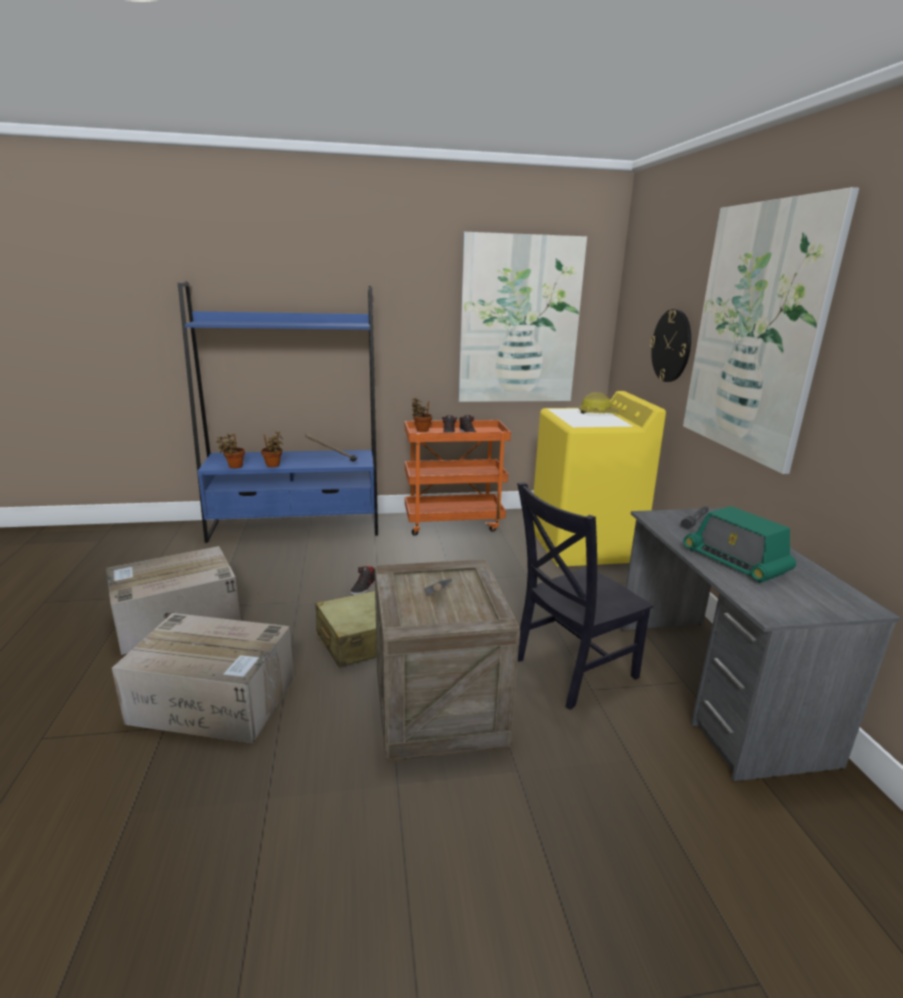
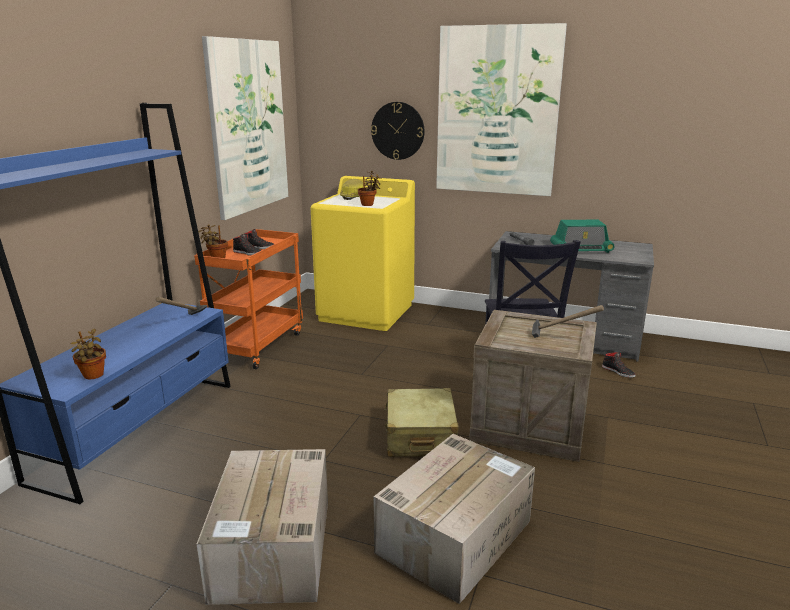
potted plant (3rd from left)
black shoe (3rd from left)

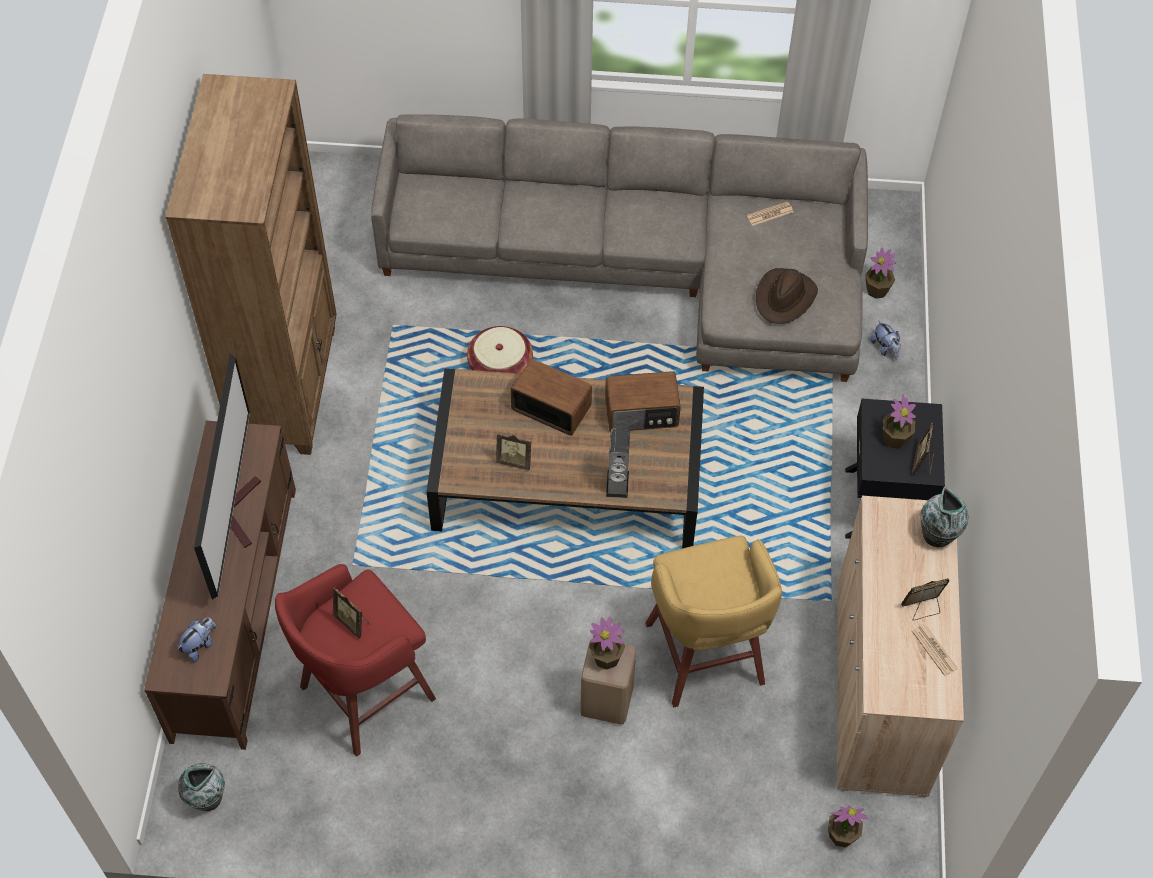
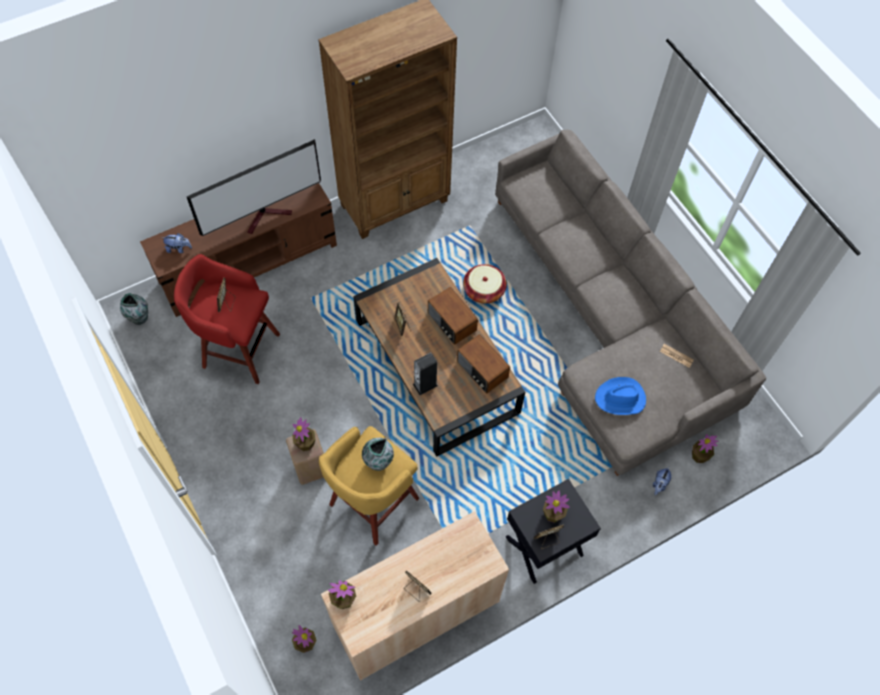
newspaper (2nd from left in the first image)
potted plant (3rd from left)
vase (2nd from left)
blue hat
radio (1st from left)

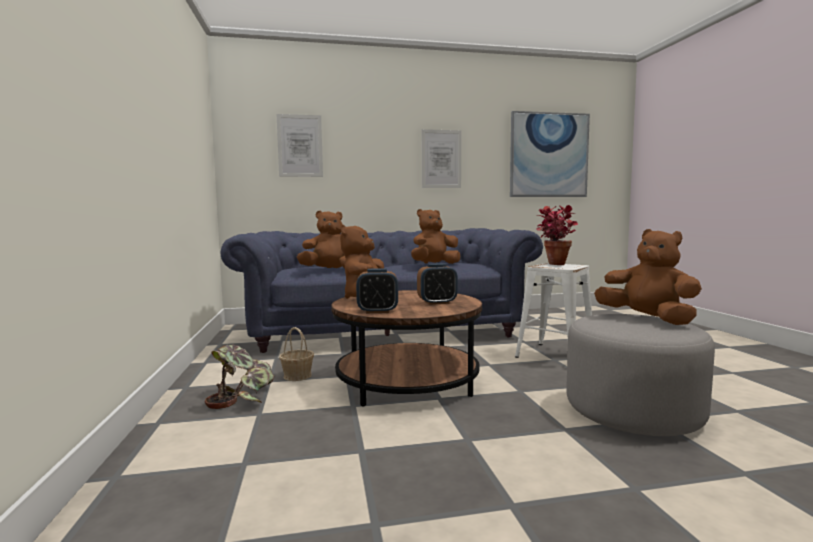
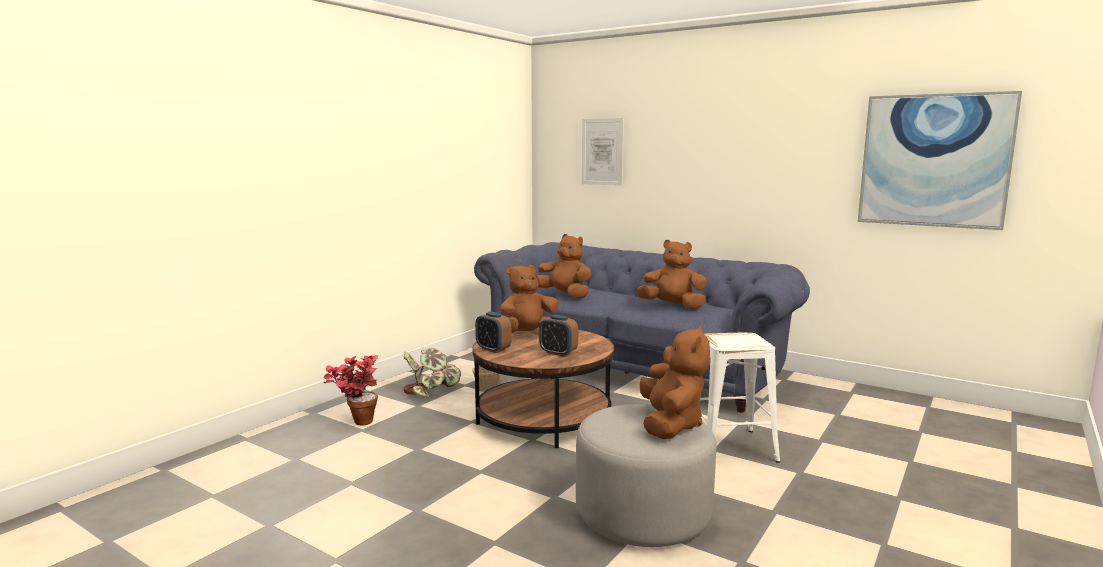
picture (2nd from left in the first image)
potted plant (1st from left)

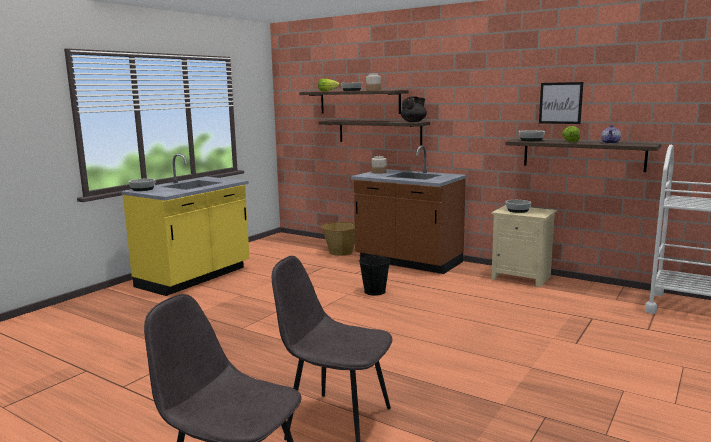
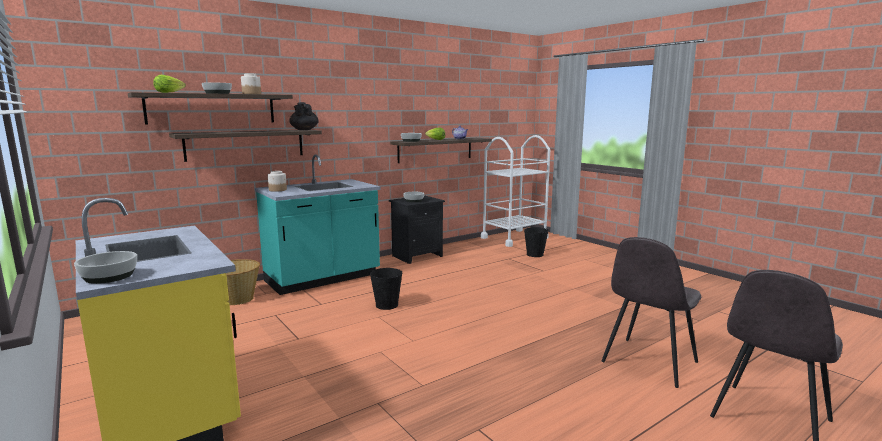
picture
black bucket (2nd from left)
turquoise counter
black nightstand

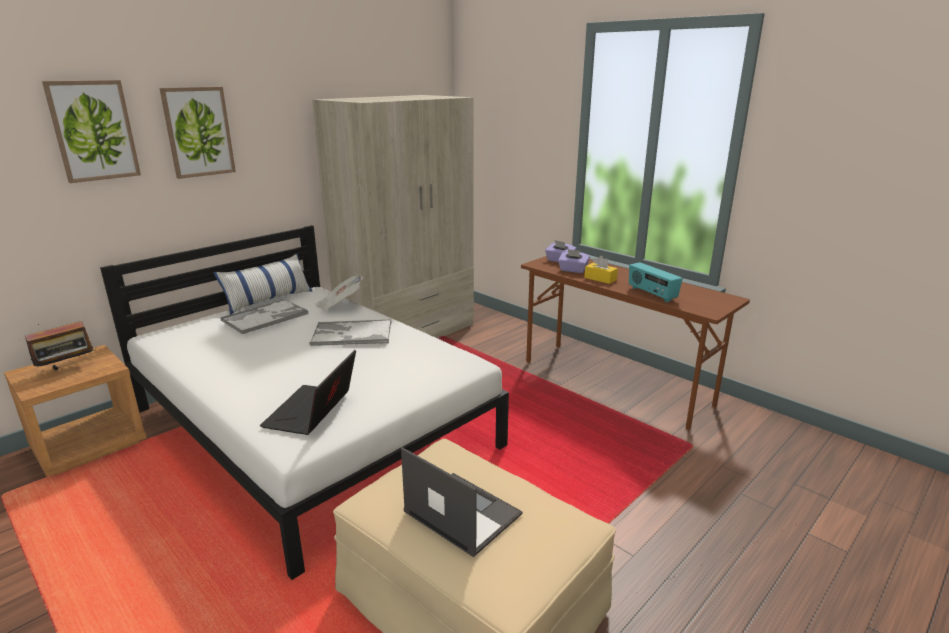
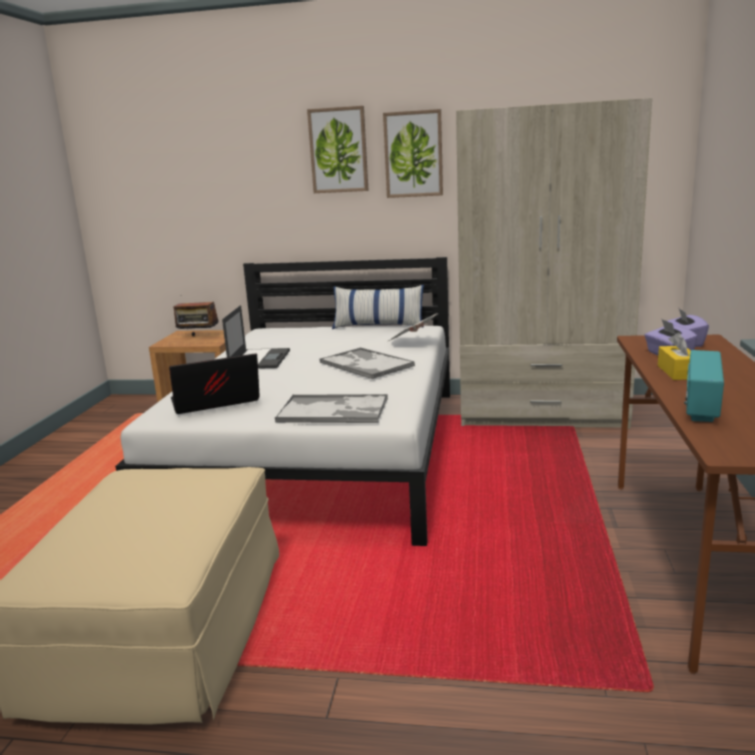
picture (2nd from left)
tray (1st from left)
laptop (2nd from left)

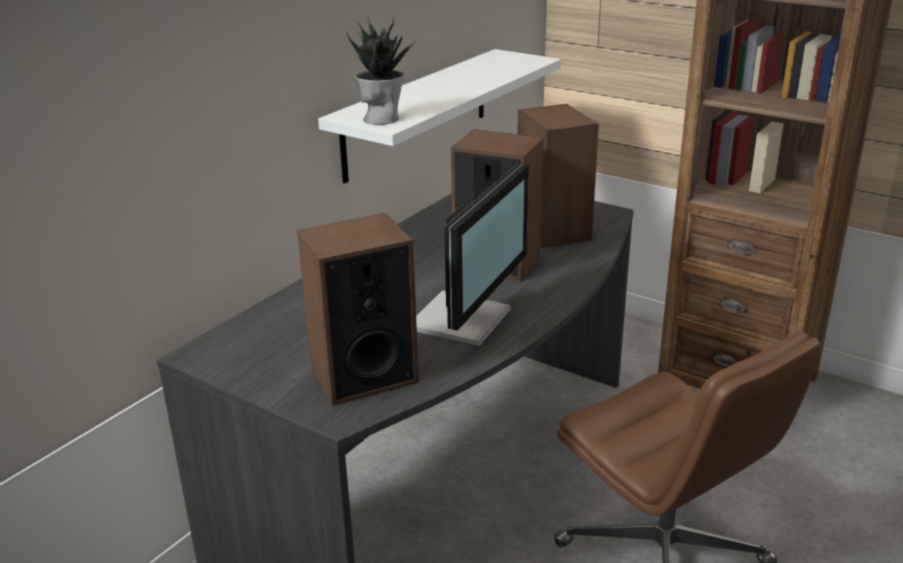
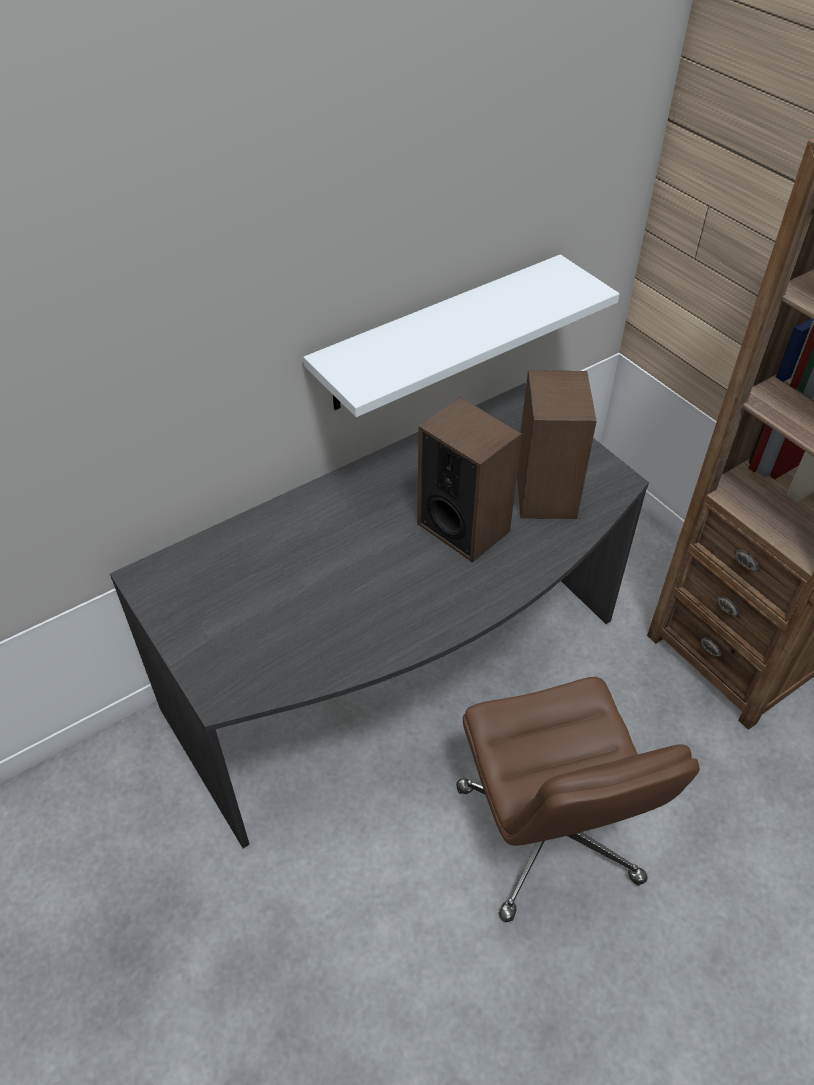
speaker (1st from left in the first image)
potted plant
monitor

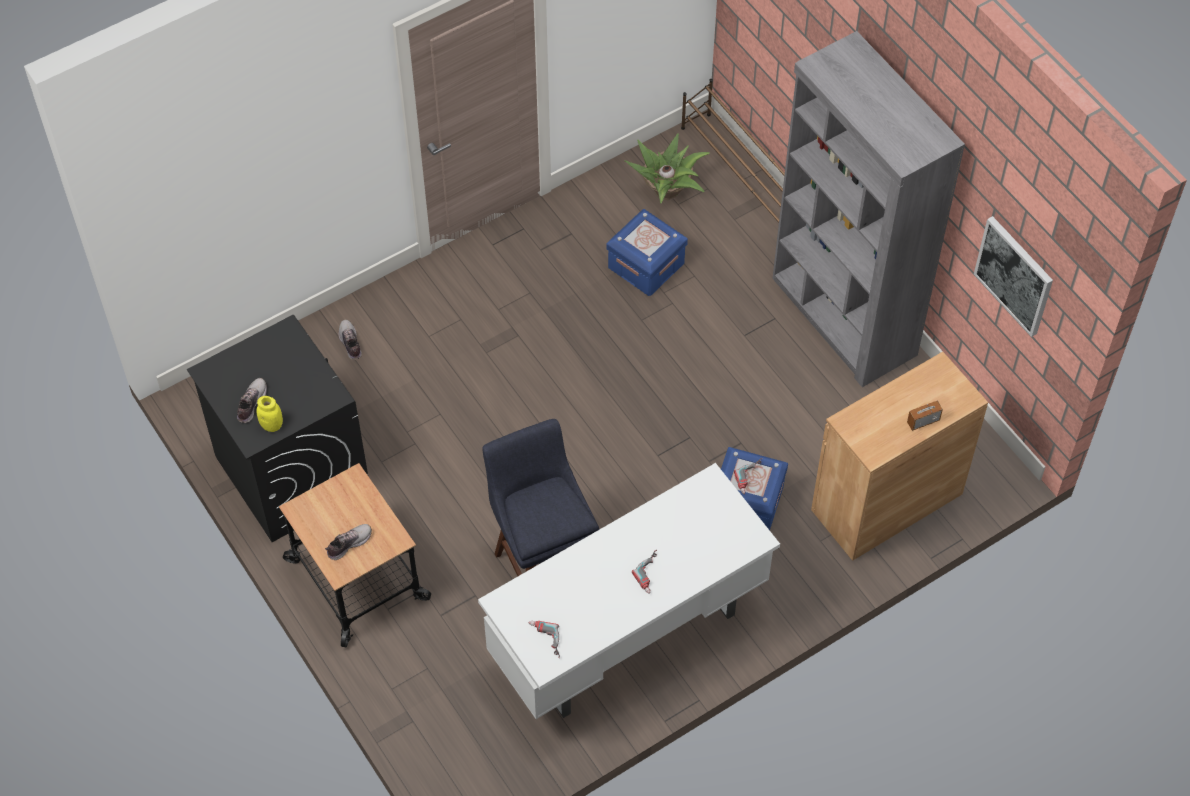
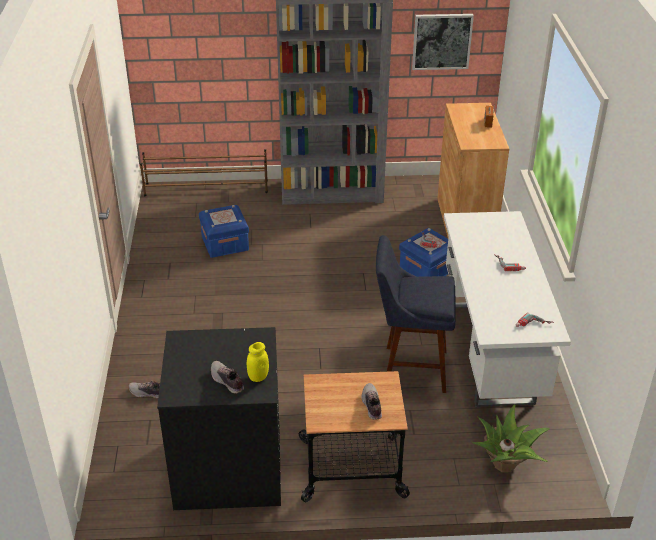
potted plant

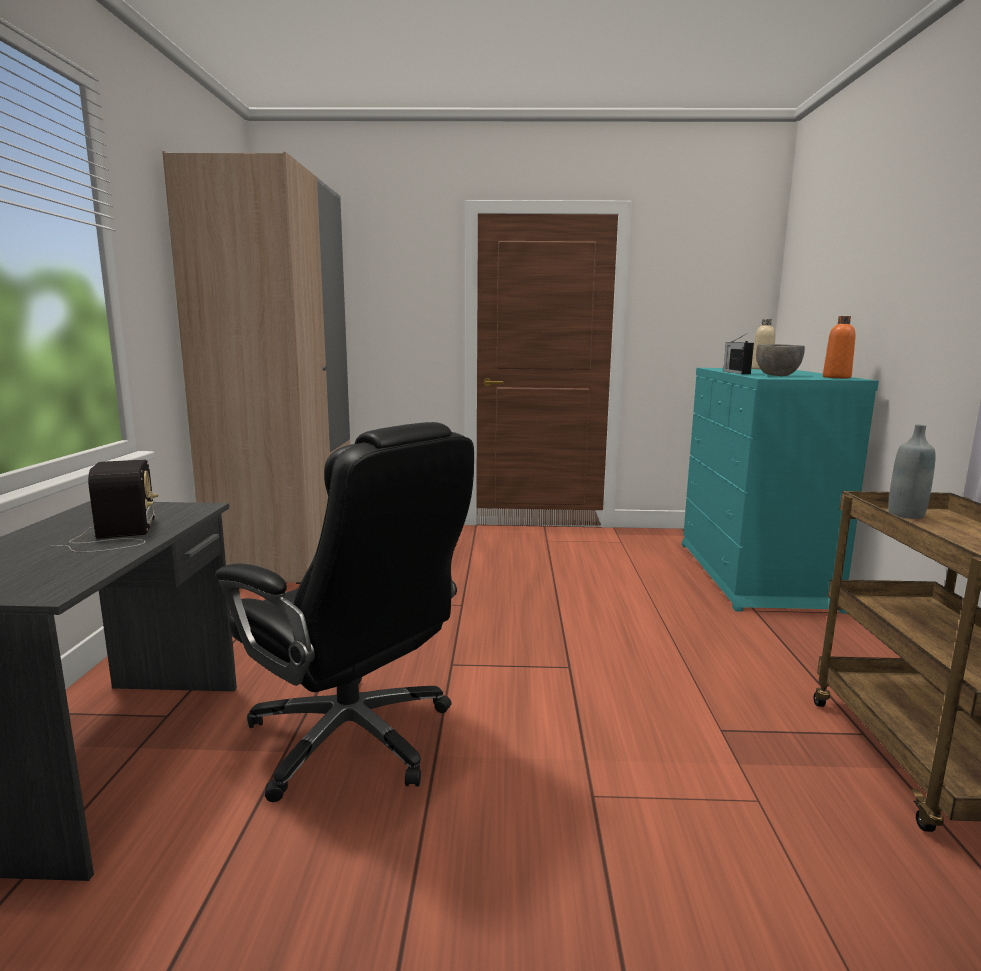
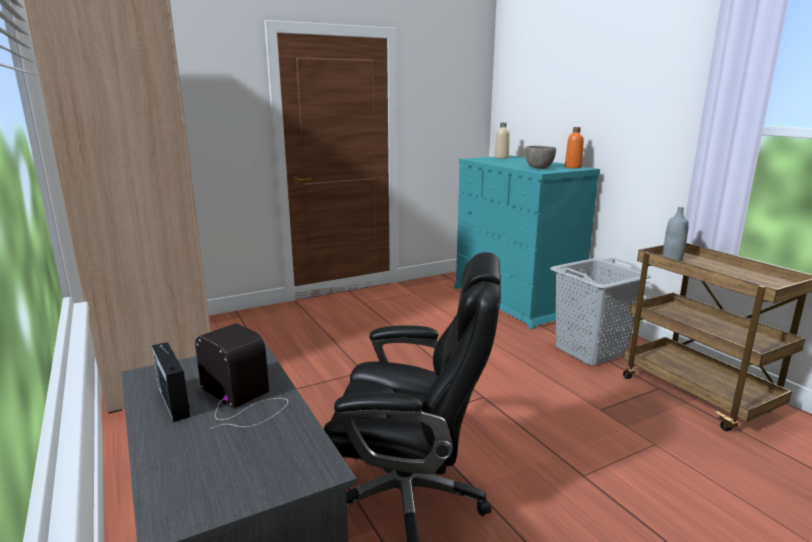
grey laundry basket
radio (1st from left)

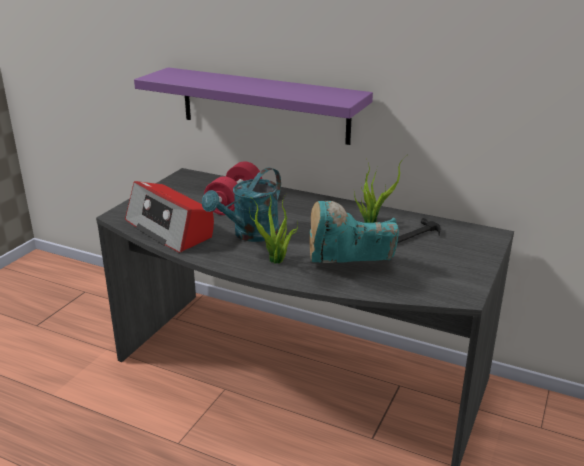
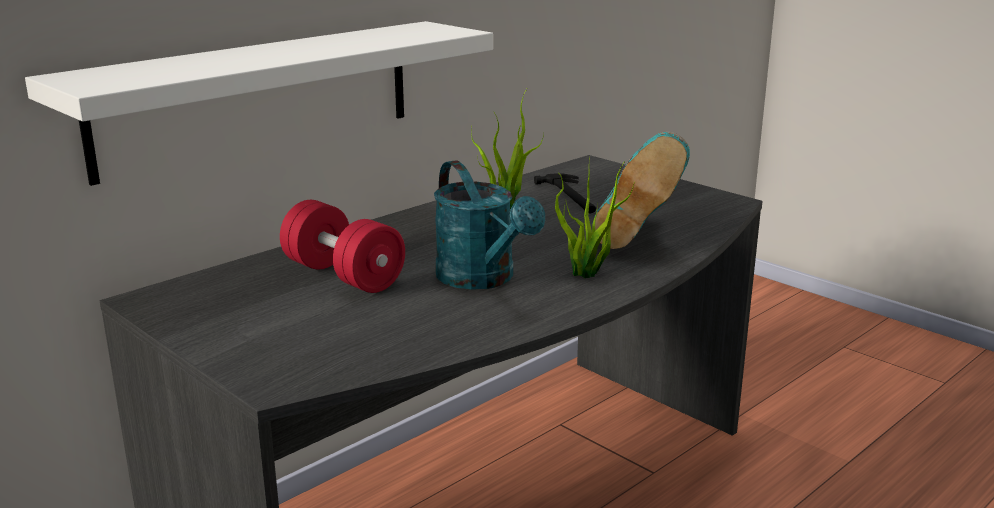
radio
white shelf

